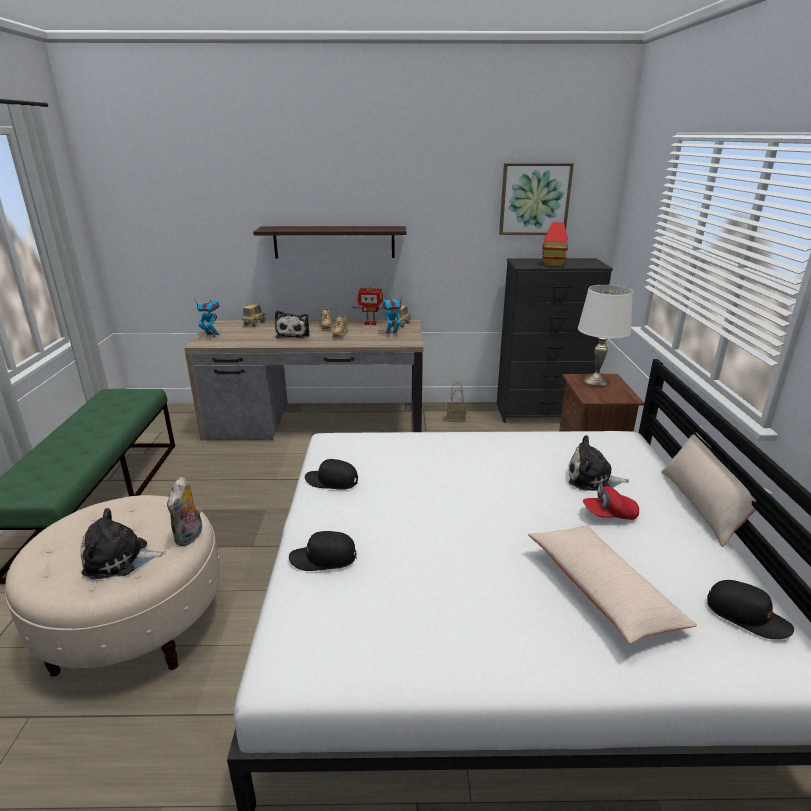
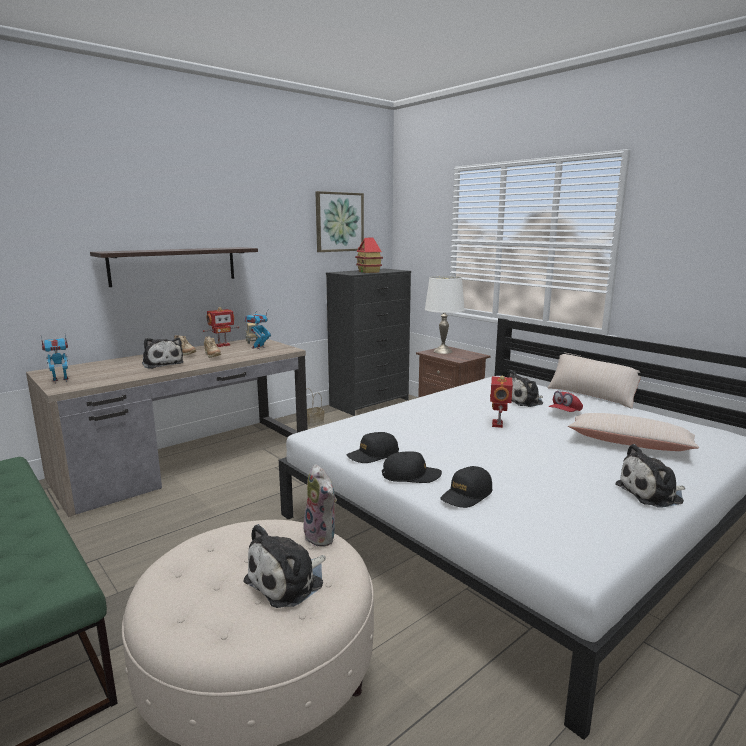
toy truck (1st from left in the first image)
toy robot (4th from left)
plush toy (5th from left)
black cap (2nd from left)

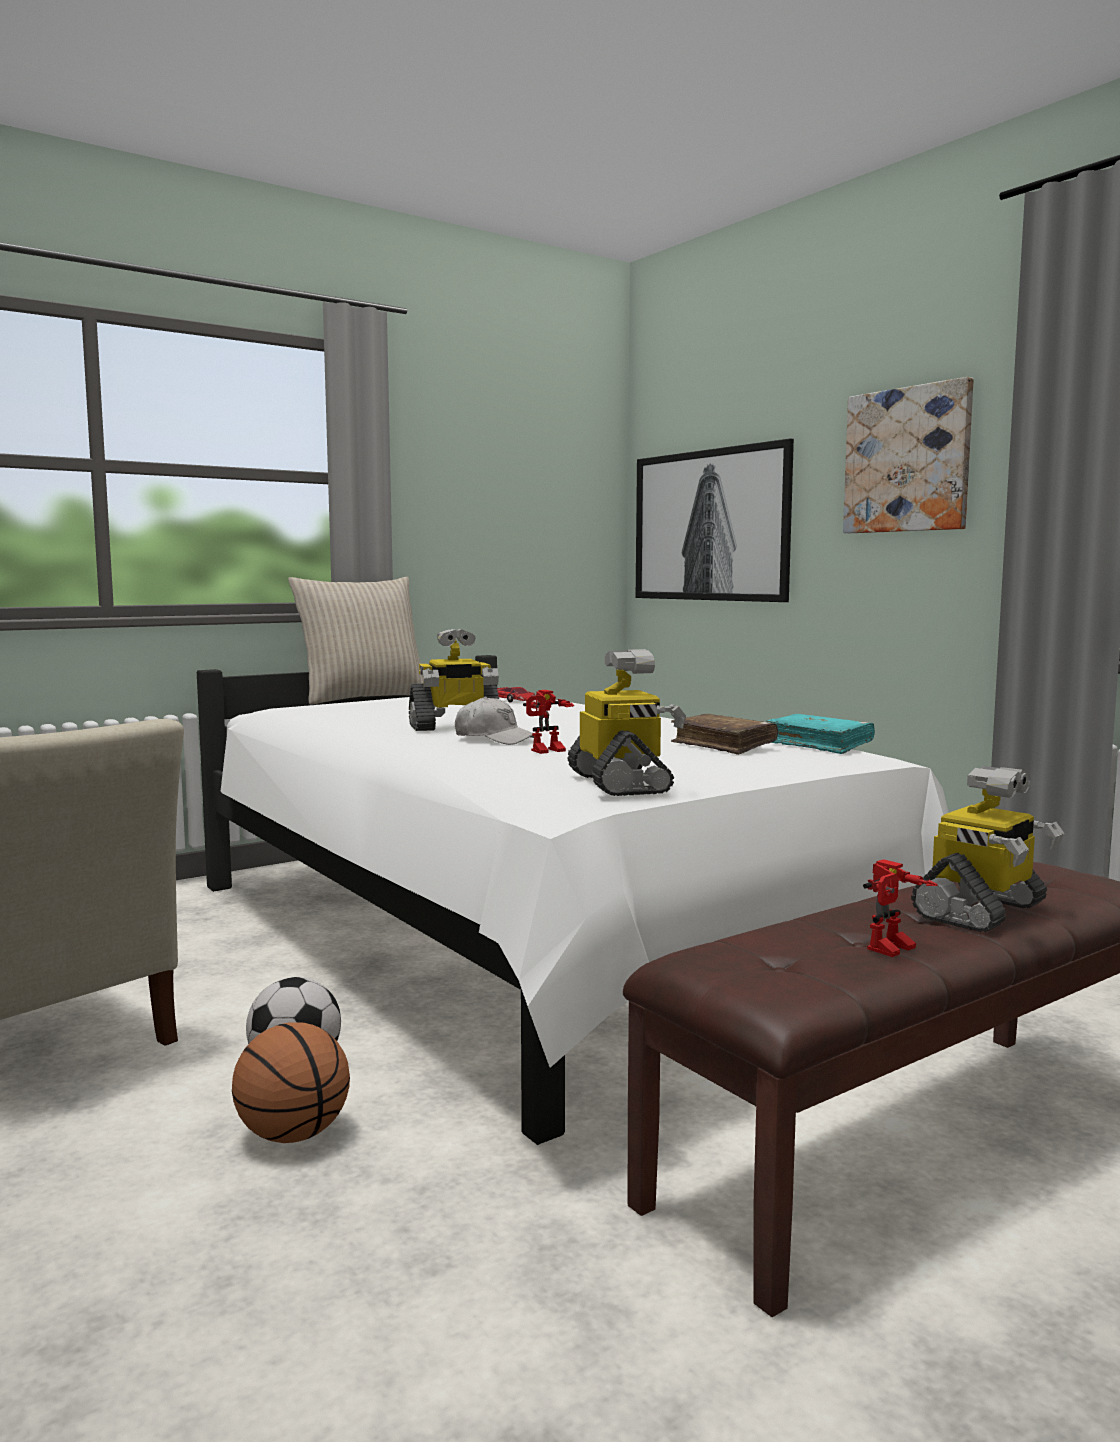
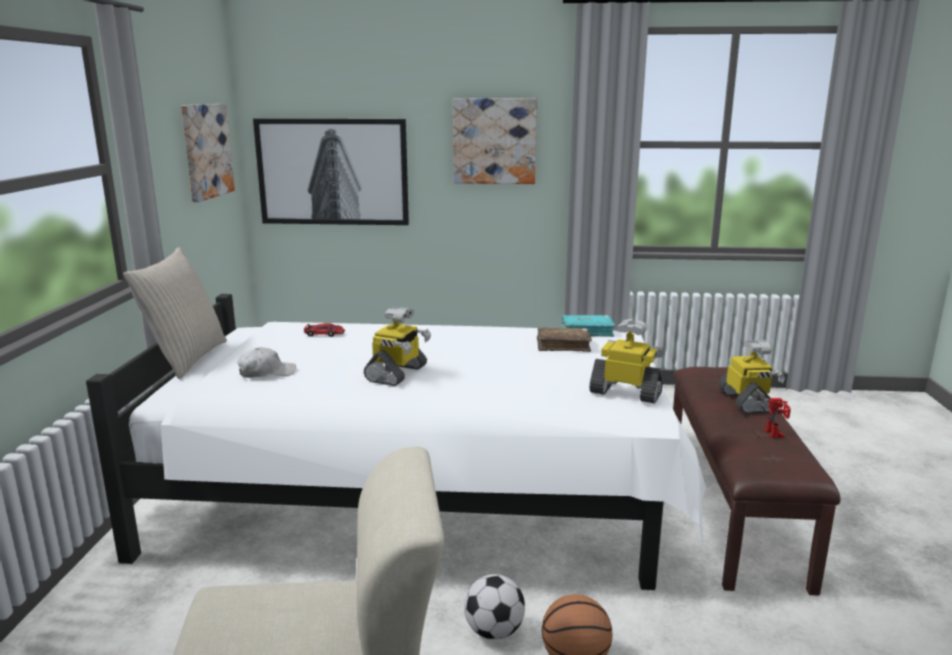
toy robot (2nd from left in the first image)
picture (1st from left)
white cap

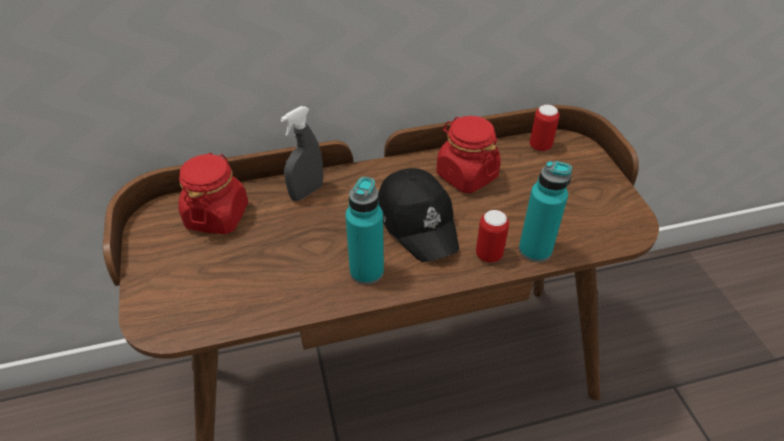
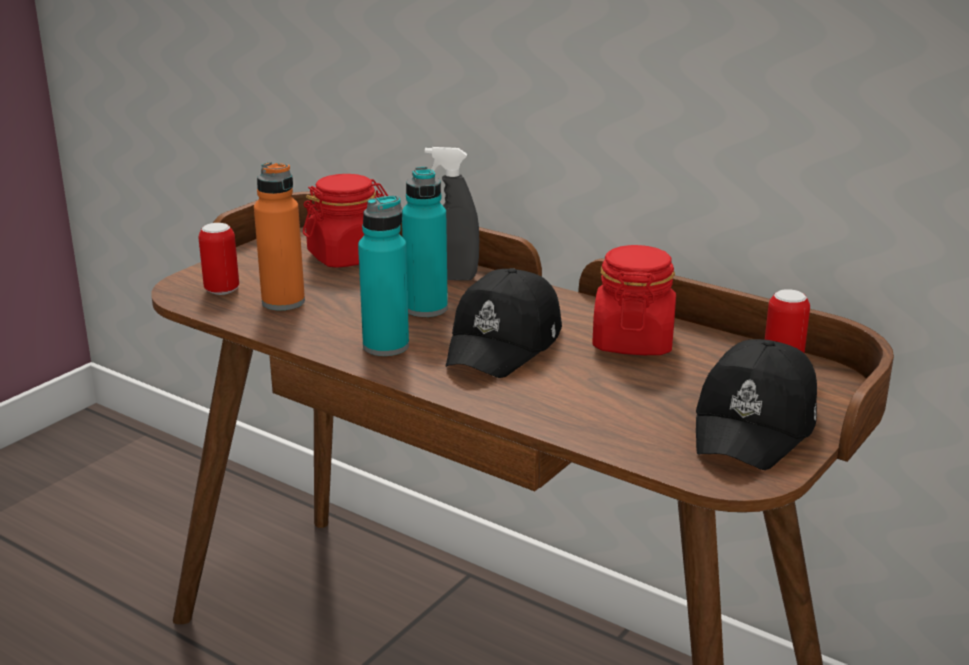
orange bottle
black cap (2nd from left)
can (1st from left)
turquoise bottle (2nd from left)

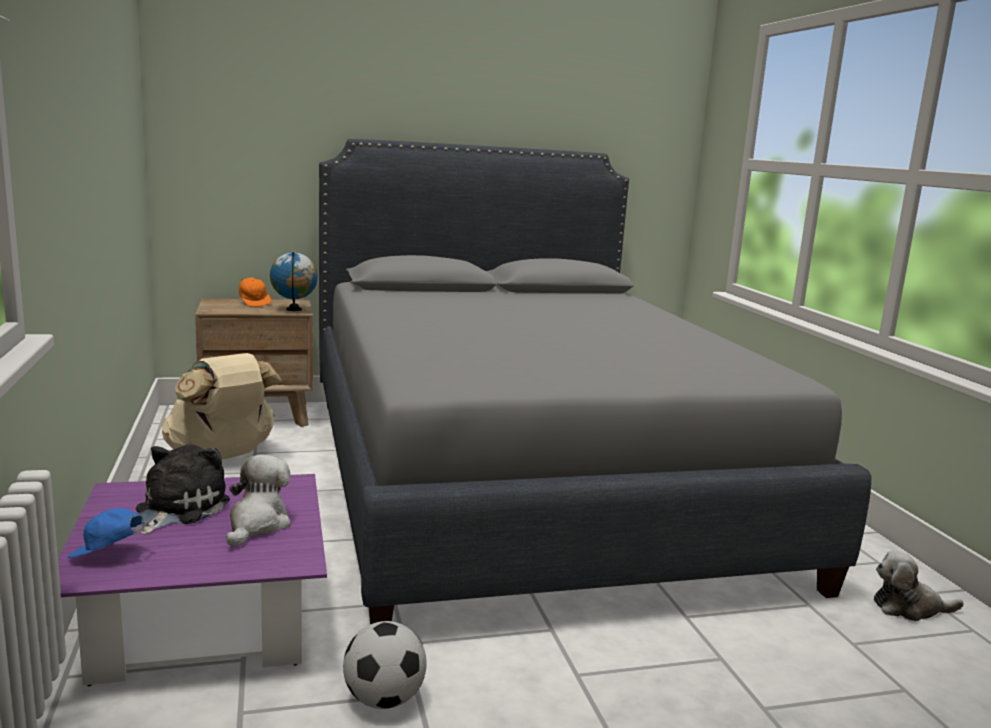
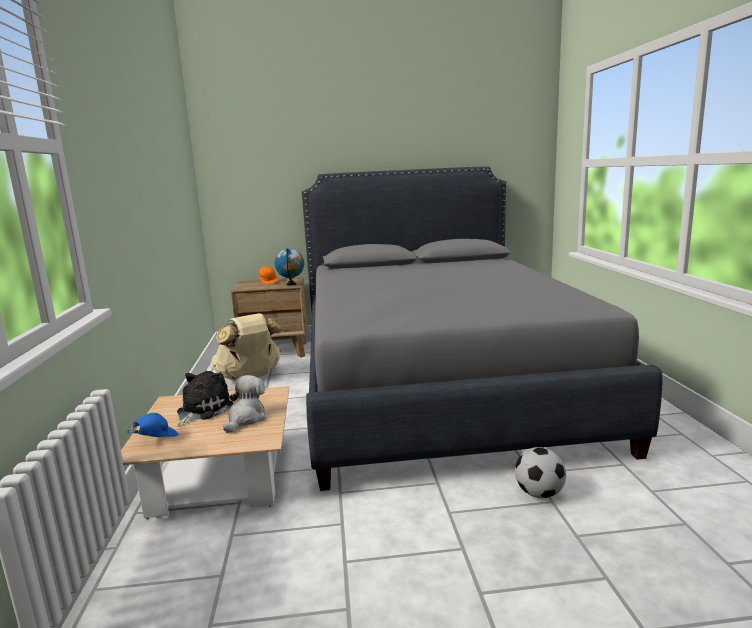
plush toy (3rd from left in the first image)
football
beige coffee table
blue cap

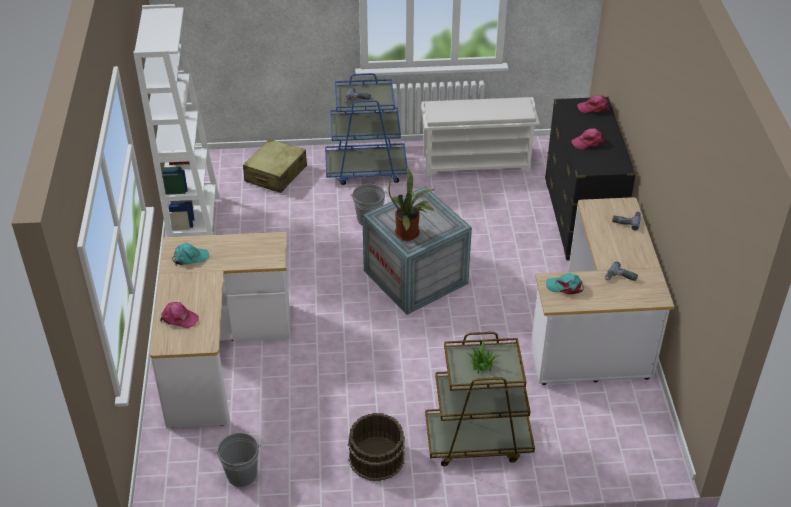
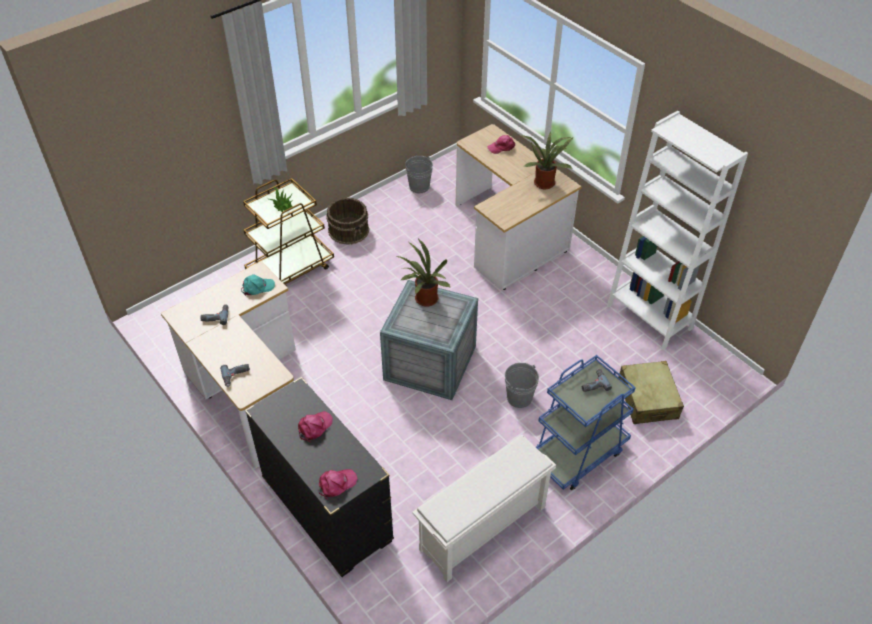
potted plant (3rd from left)

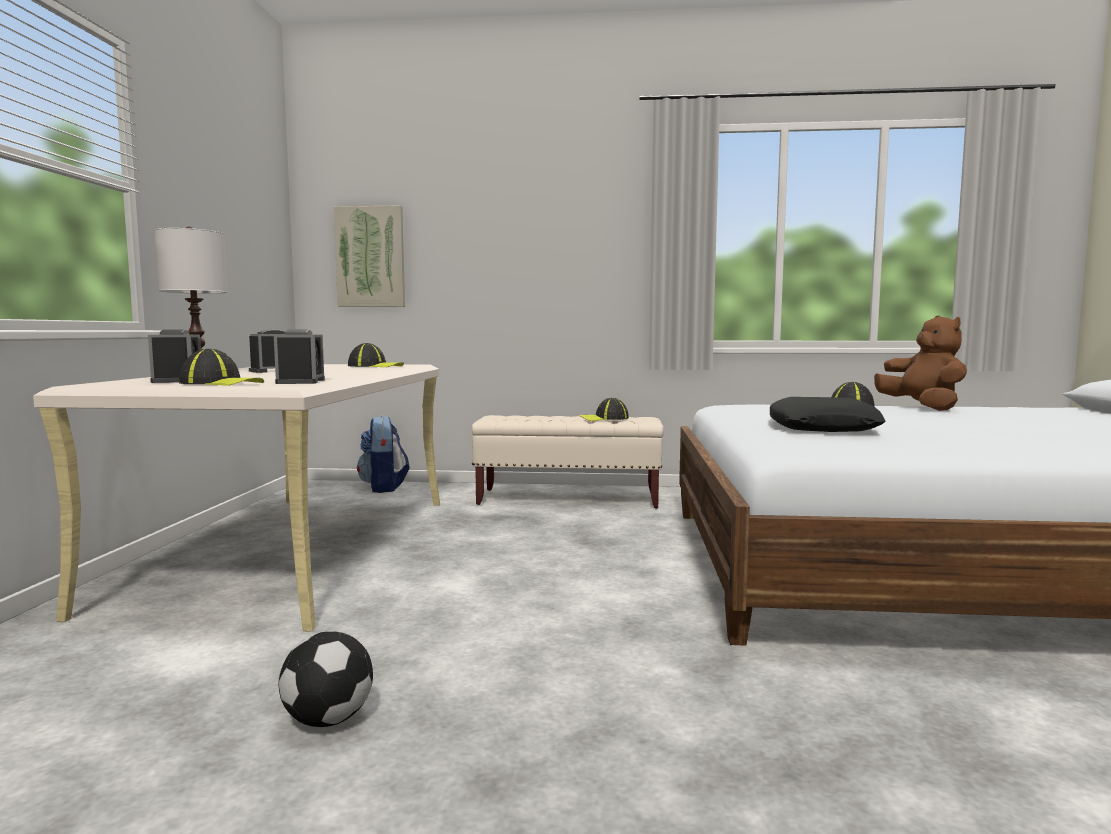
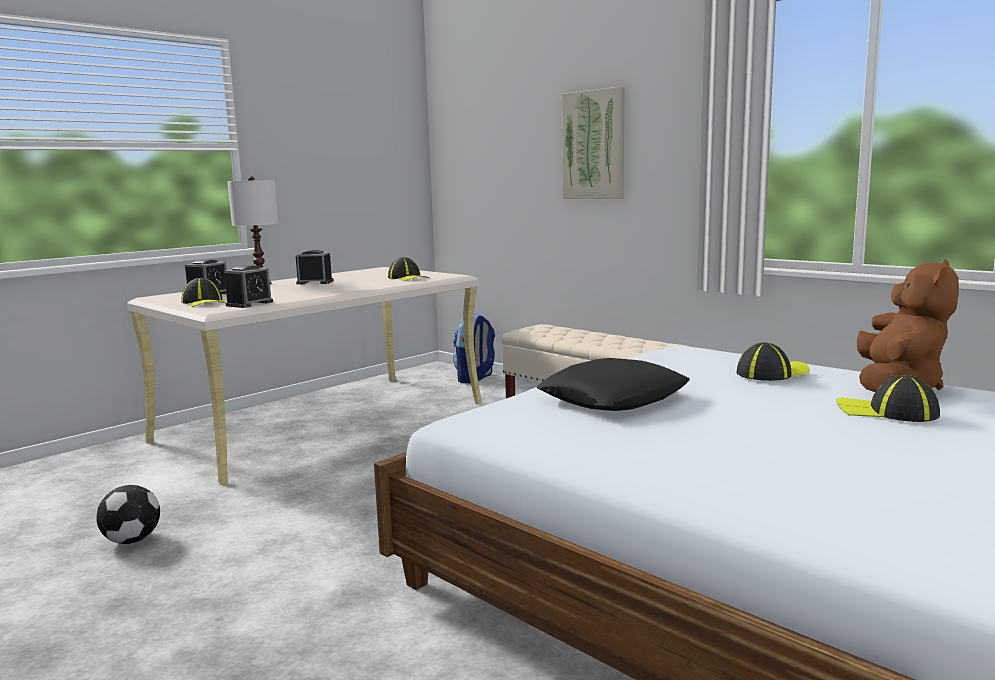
picture
cap (4th from left)

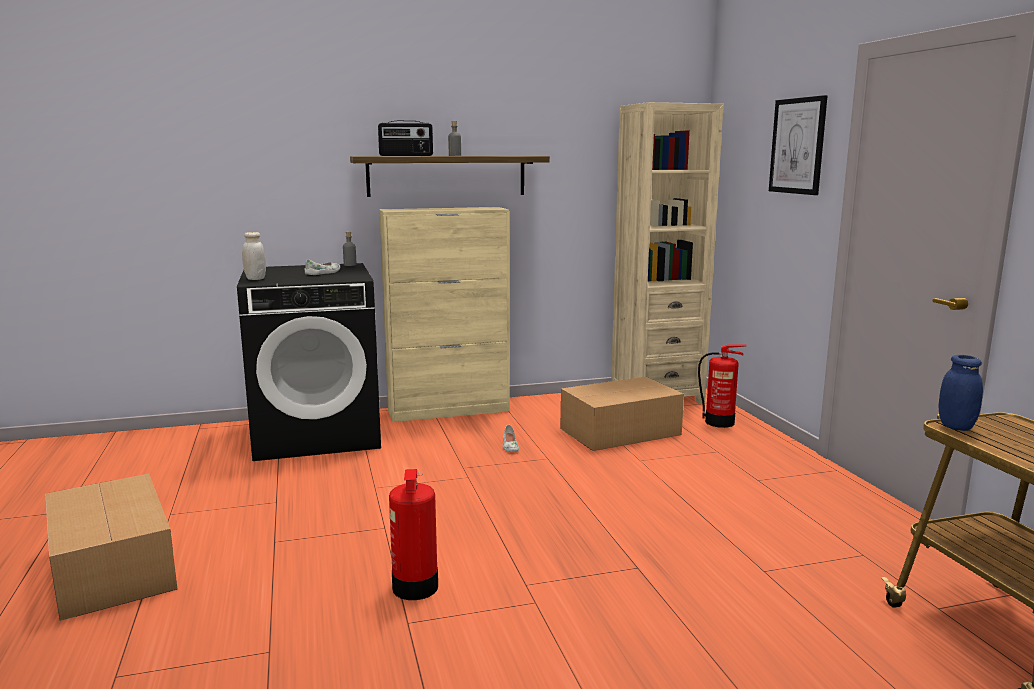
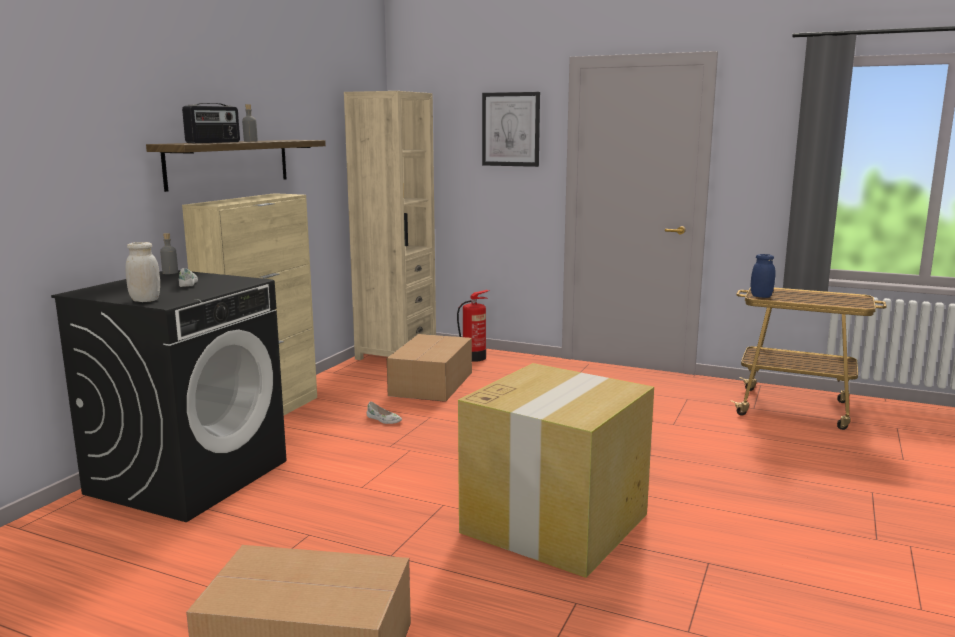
cardboard box (3rd from left)

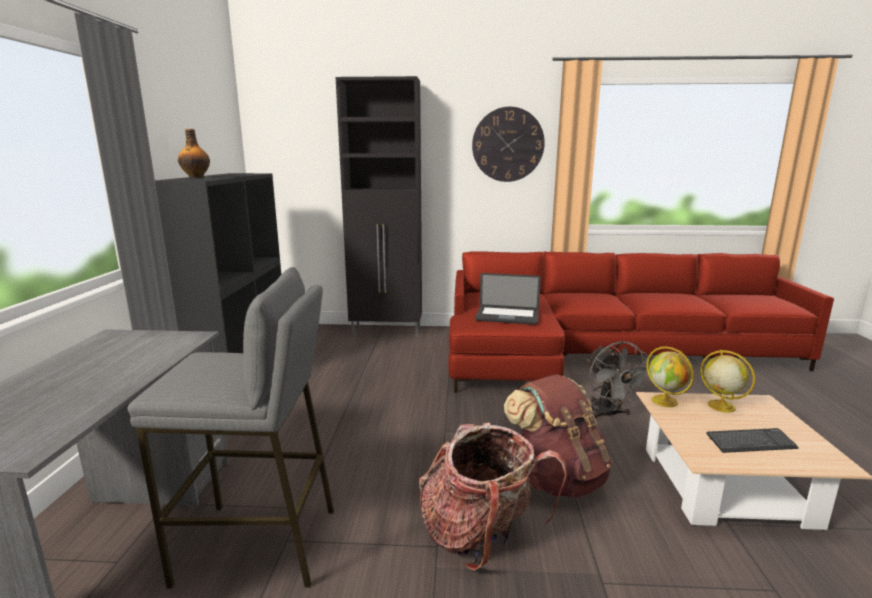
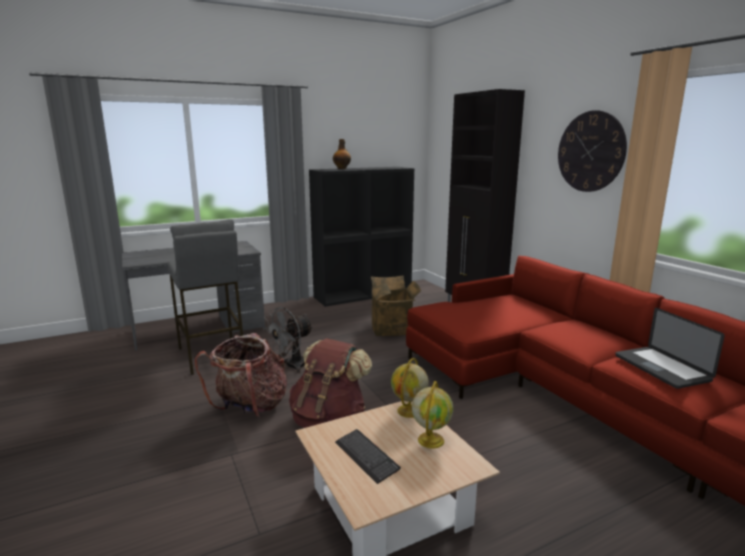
cardboard box
laptop
grey fan

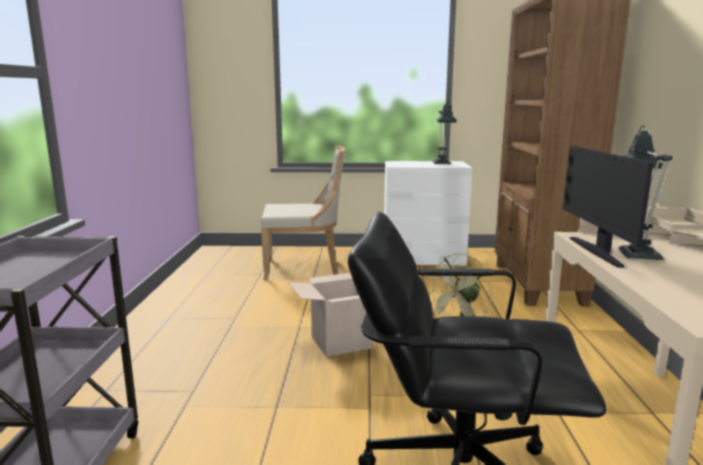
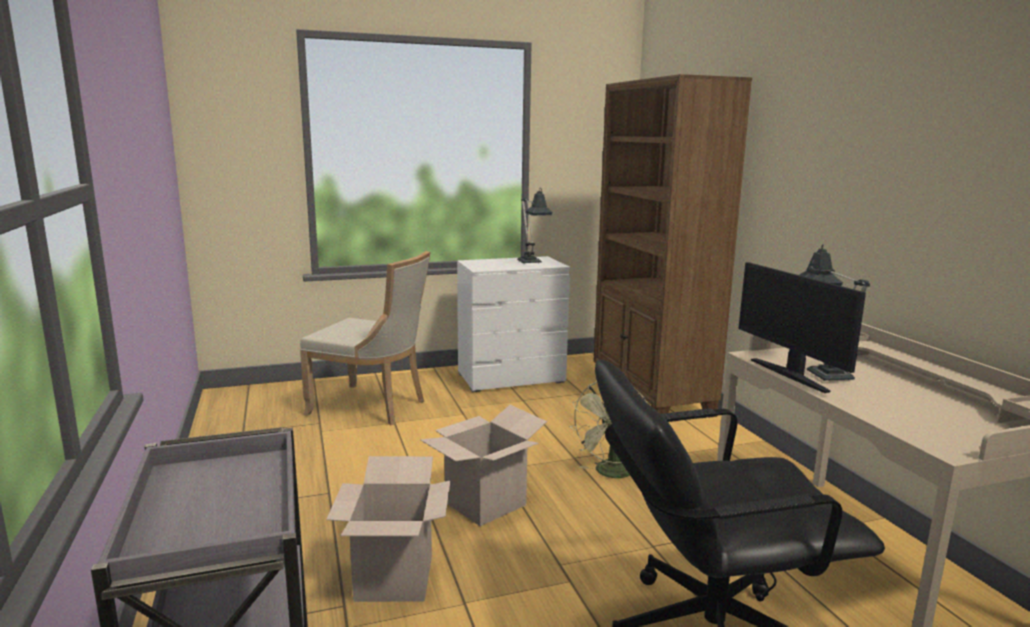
cardboard box (1st from left)
beige chair

